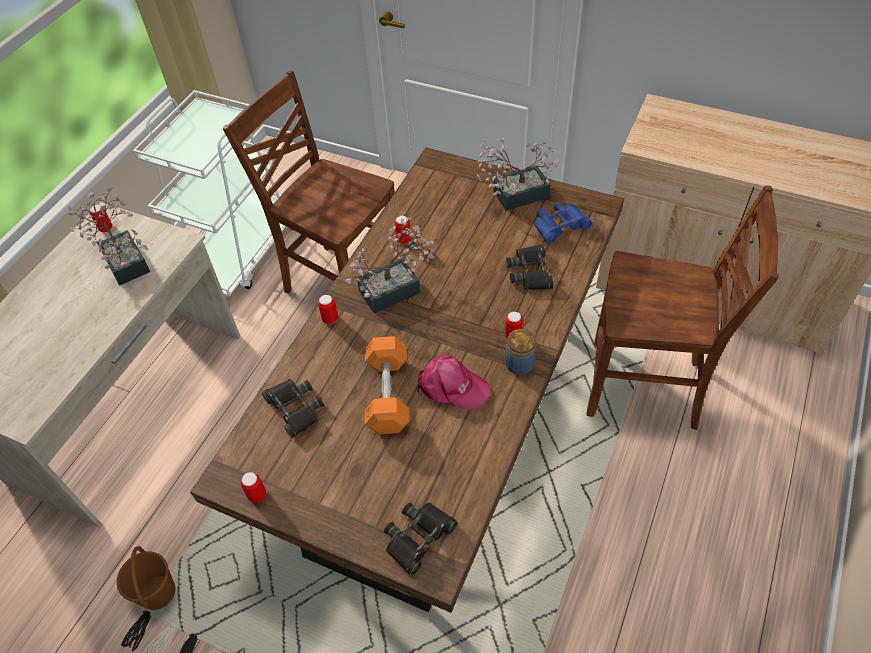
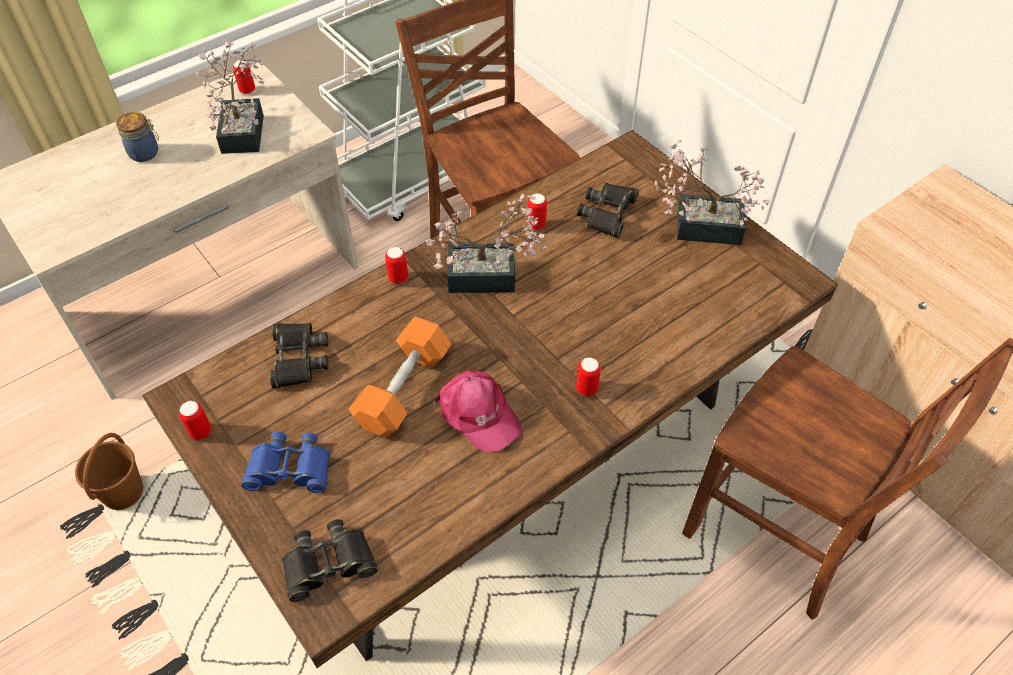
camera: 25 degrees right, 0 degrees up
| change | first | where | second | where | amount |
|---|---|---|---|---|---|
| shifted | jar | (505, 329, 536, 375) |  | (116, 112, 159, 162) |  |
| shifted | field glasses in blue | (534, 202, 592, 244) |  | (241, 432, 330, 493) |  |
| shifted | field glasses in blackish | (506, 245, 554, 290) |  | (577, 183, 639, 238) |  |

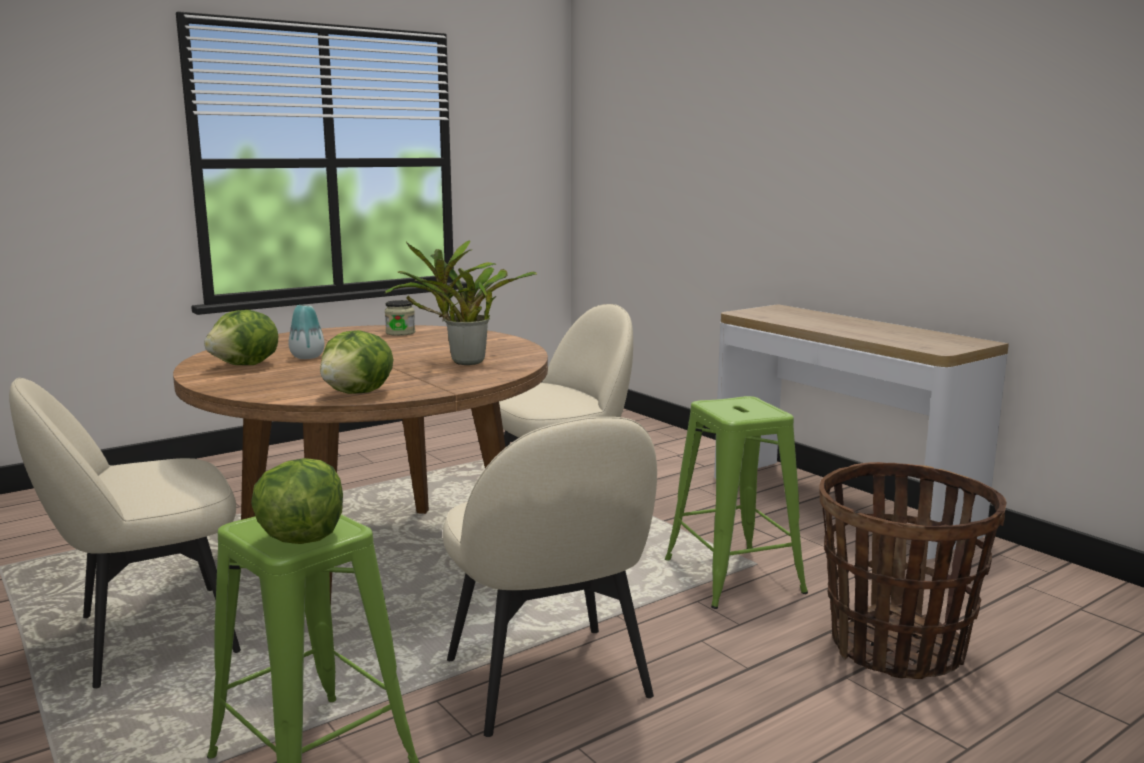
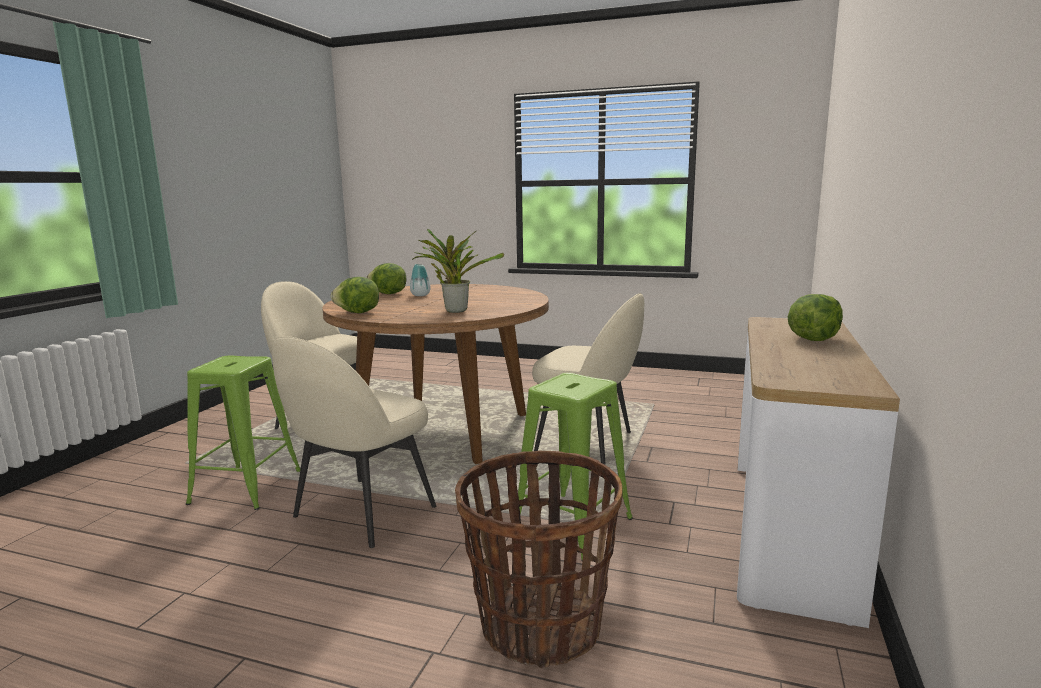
camera: 55 degrees right, 0 degrees up
| change | first | where | second | where | amount |
|---|---|---|---|---|---|
| shifted | lettuce head | (251, 458, 343, 544) |  | (788, 294, 843, 341) |  |
| gone | jar | (385, 300, 415, 336) |  |  |  |

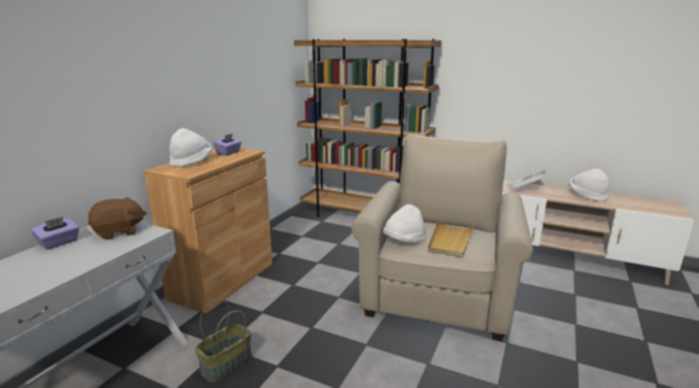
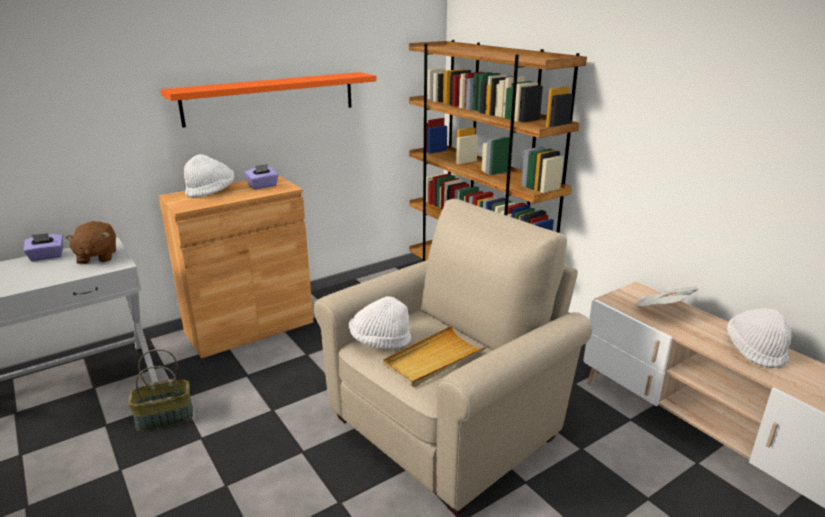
camera: 30 degrees right, 5 degrees up
| change | first | where | second | where | amount |
|---|---|---|---|---|---|
| rotated | soft toy in brown | (88, 197, 146, 240) |  | (65, 221, 116, 264) | 75 degrees clockwise |
| new |  |  | bracket shelf in orange | (161, 72, 377, 128) |  |

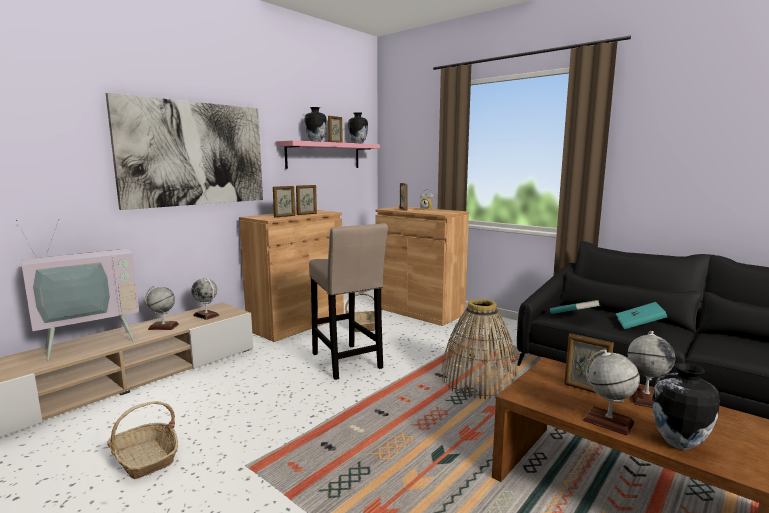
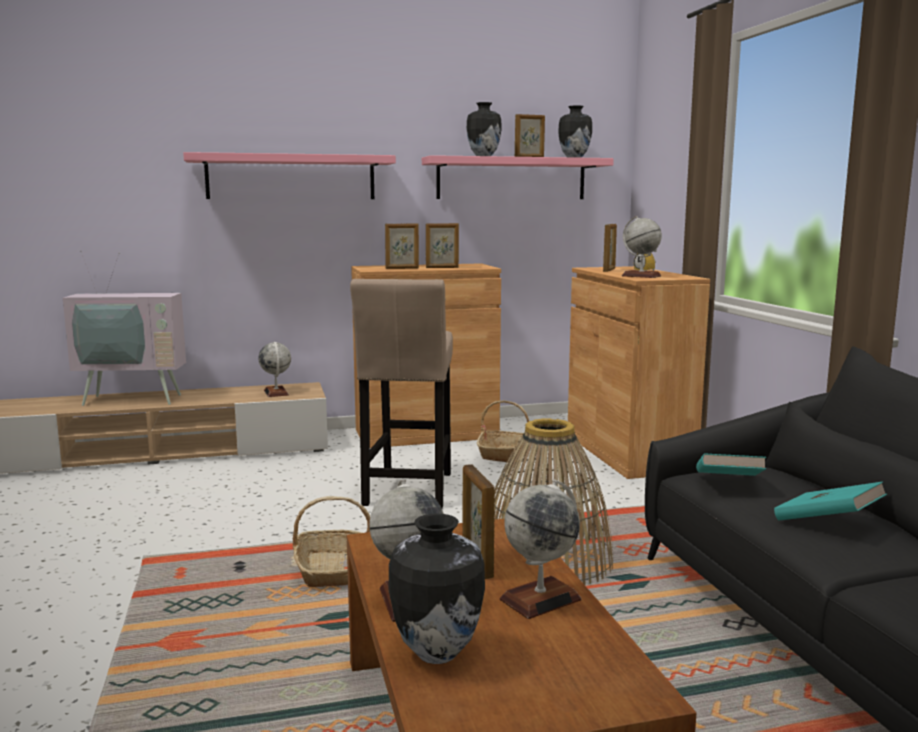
camera: 35 degrees right, 0 degrees up
| change | first | where | second | where | amount |
|---|---|---|---|---|---|
| swapped | wall art | (106, 93, 263, 210) | bracket shelf in pink | (183, 152, 396, 199) |  |
| shifted | storage basket | (107, 401, 178, 479) |  | (293, 496, 370, 587) |  |
| shifted | world globe | (145, 286, 179, 330) |  | (622, 216, 662, 278) |  |

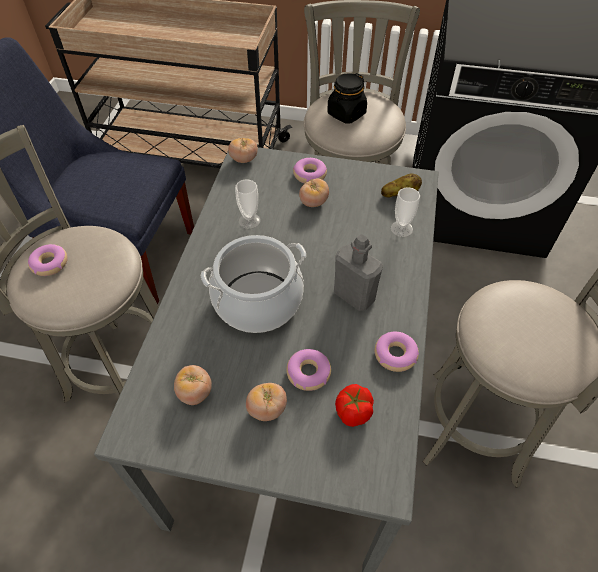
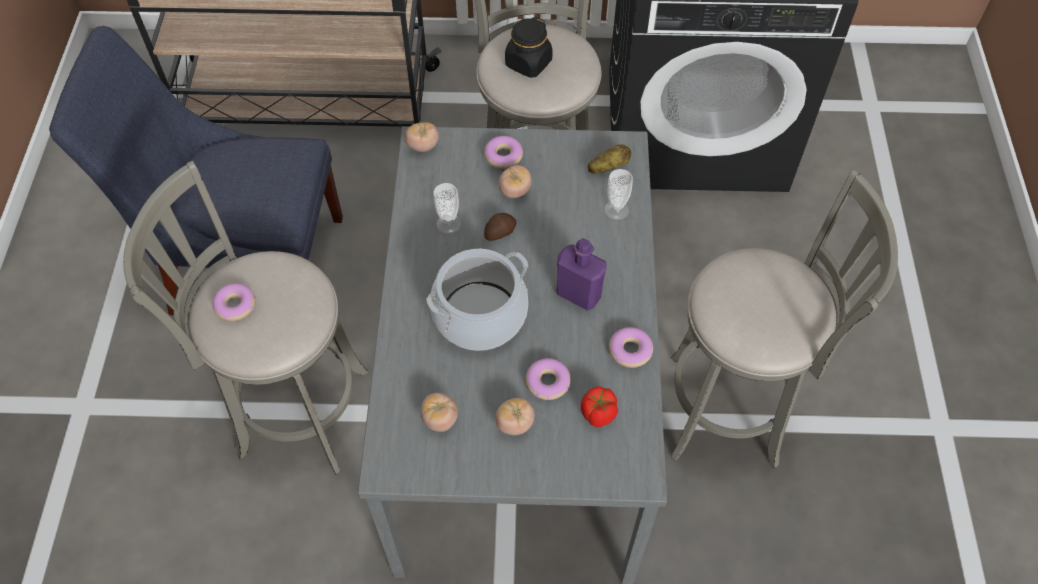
camera: 10 degrees left, 5 degrees up
| change | first | where | second | where | amount |
|---|---|---|---|---|---|
| new |  |  | spud | (484, 213, 516, 241) |  |
| repainted | bottle in greyish | (334, 234, 383, 311) | bottle in purple-coloured | (557, 238, 607, 311) |  |

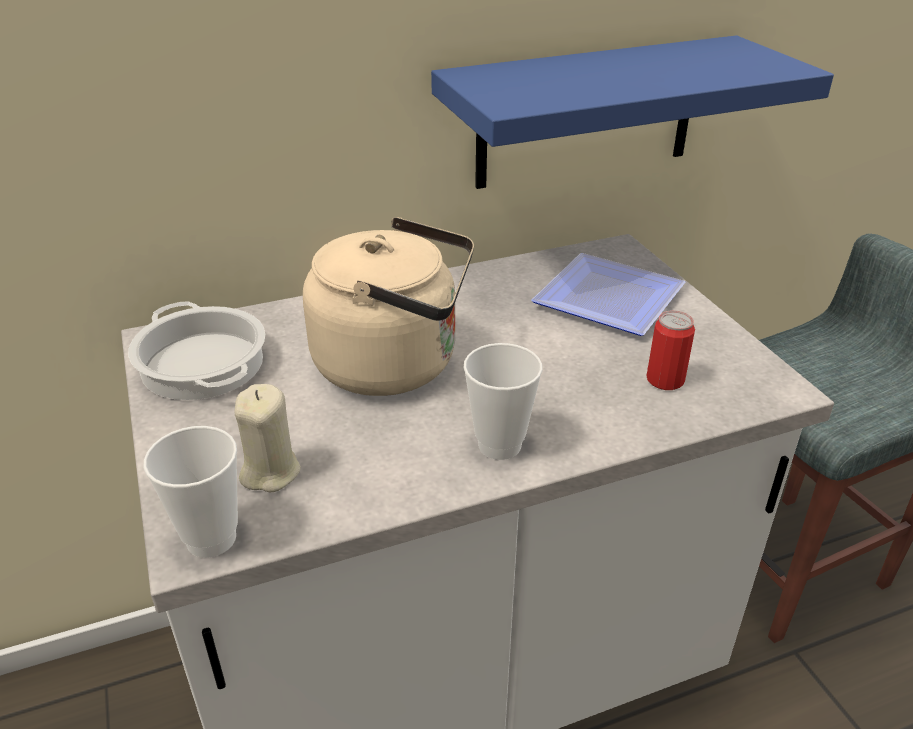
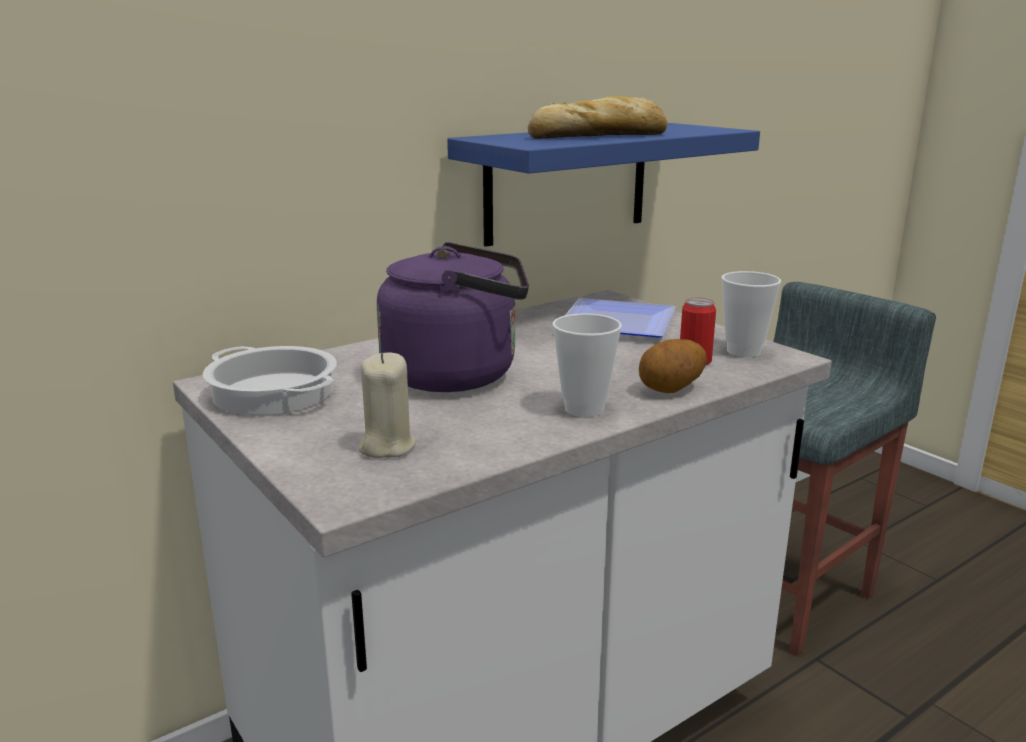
camera: 15 degrees left, 15 degrees down
| change | first | where | second | where | amount |
|---|---|---|---|---|---|
| repainted | kettle in beige | (303, 217, 474, 396) | kettle in purple-coloured | (377, 242, 529, 392) |  |
| new |  |  | bakery bread | (528, 96, 667, 139) |  |
| new |  |  | spud | (639, 339, 707, 393) |  |
| shifted | small cup | (144, 426, 238, 558) |  | (722, 271, 781, 357) |  |

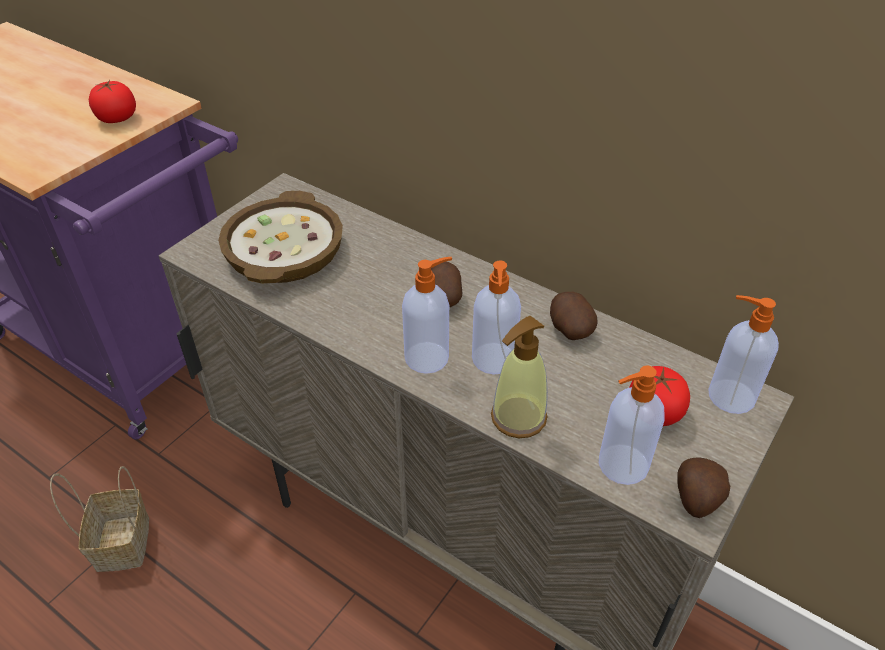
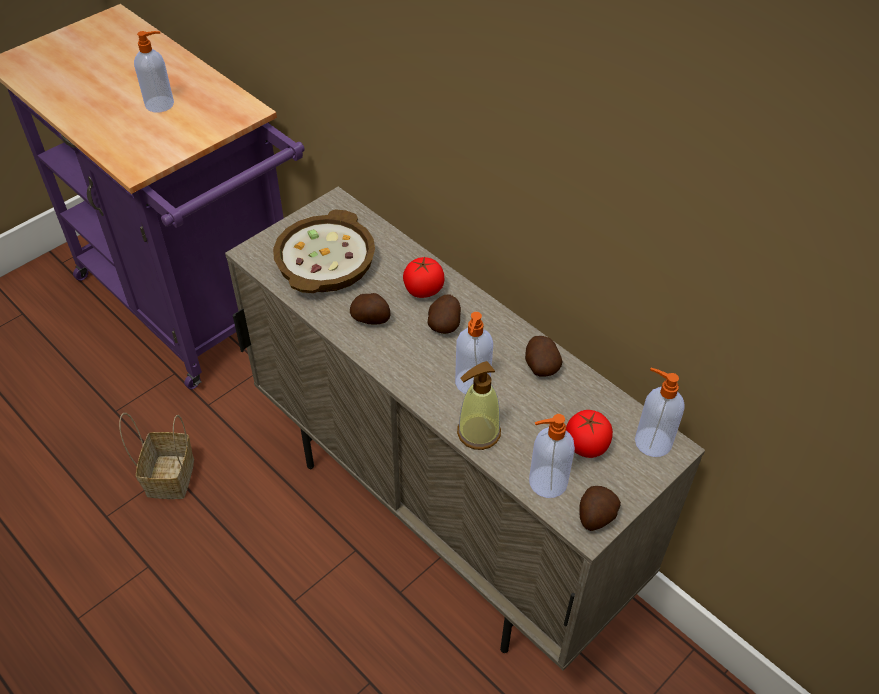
camera: 10 degrees right, 5 degrees up
| change | first | where | second | where | amount |
|---|---|---|---|---|---|
| shifted | liquid soap bottle | (402, 257, 452, 374) |  | (134, 31, 174, 112) |  |
| new |  |  | spud | (350, 293, 391, 324) |  |
| shifted | tomato | (89, 80, 136, 123) |  | (403, 256, 444, 298) |  |

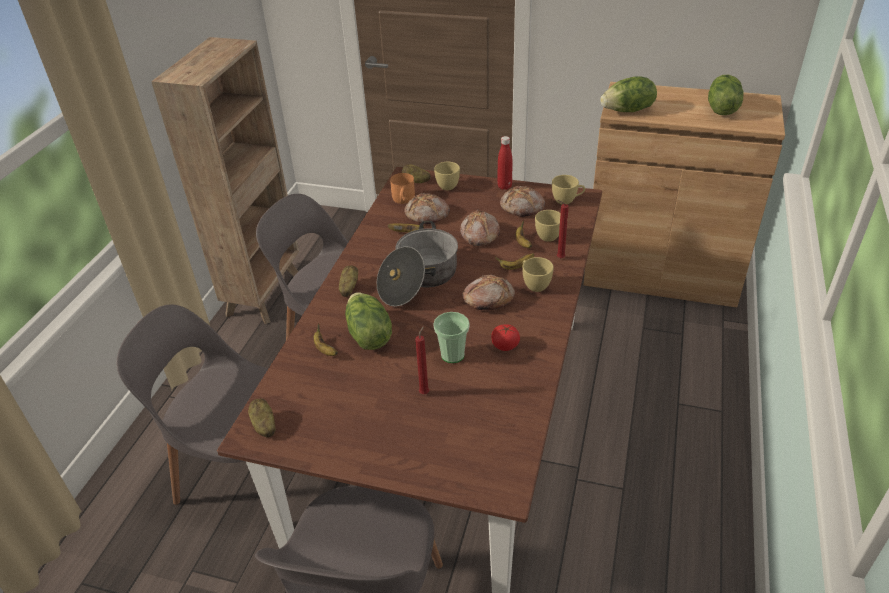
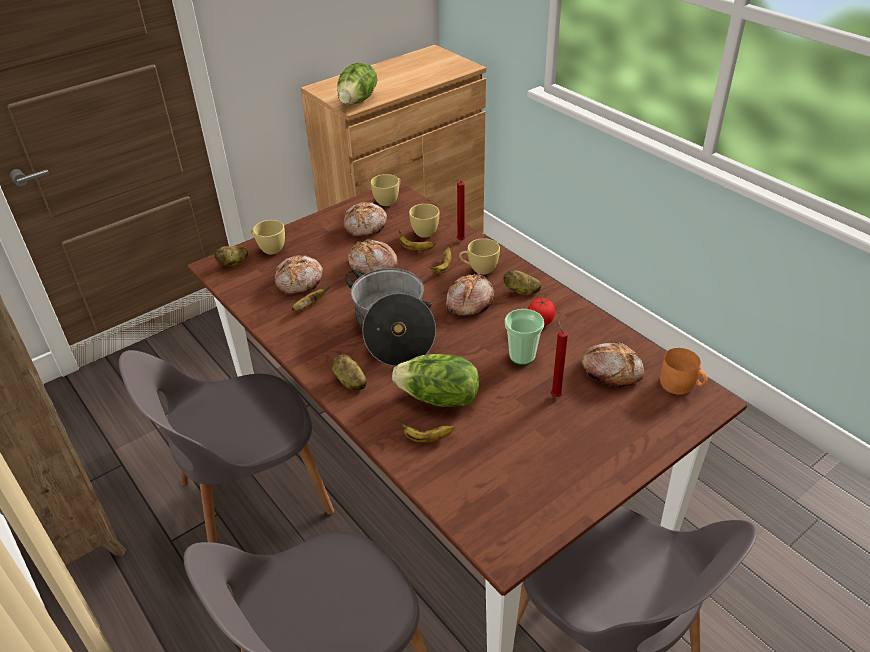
camera: 55 degrees left, 0 degrees up
| change | first | where | second | where | amount |
|---|---|---|---|---|---|
| shifted | spud | (248, 398, 276, 437) |  | (503, 270, 541, 295) |  |
| new |  |  | bakery bread | (582, 342, 644, 387) |  |
| shifted | coffee mug in orange | (390, 173, 415, 204) |  | (660, 348, 708, 395) |  |
| gone | bottle in reddish | (497, 136, 513, 190) |  |  |  |
| gone | lettuce head | (708, 75, 744, 115) |  |  |  |

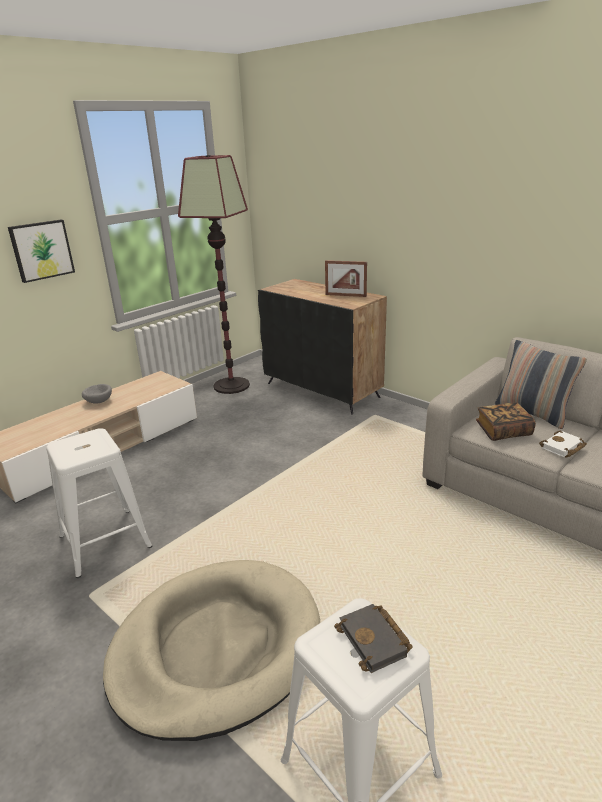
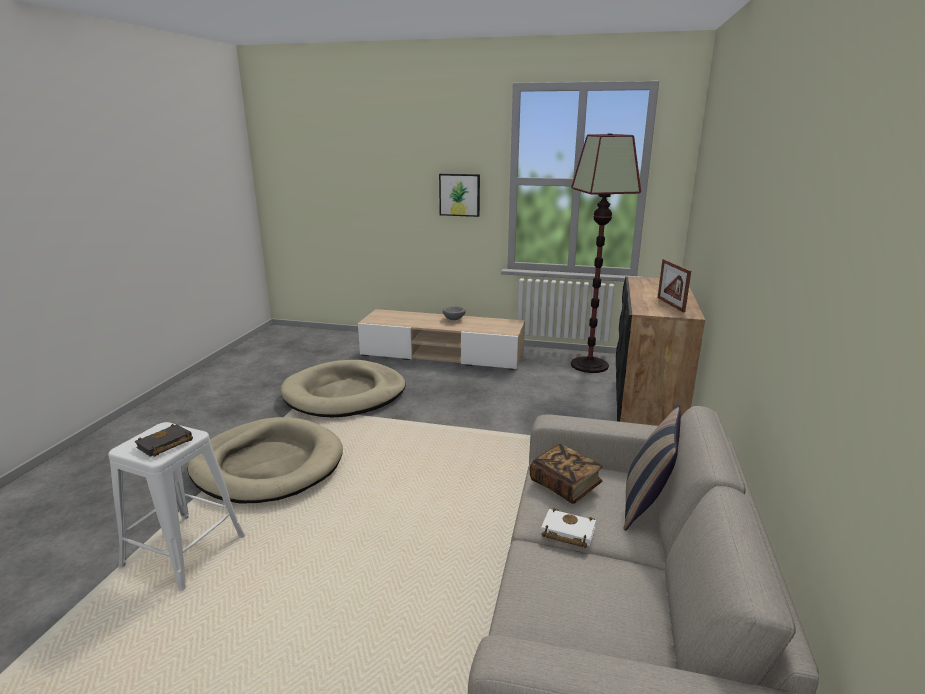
camera: 60 degrees right, 5 degrees down
| change | first | where | second | where | amount |
|---|---|---|---|---|---|
| swapped | sitting stool in white-coloured | (46, 428, 152, 578) | pet bed in beige | (280, 360, 406, 417) |  |

